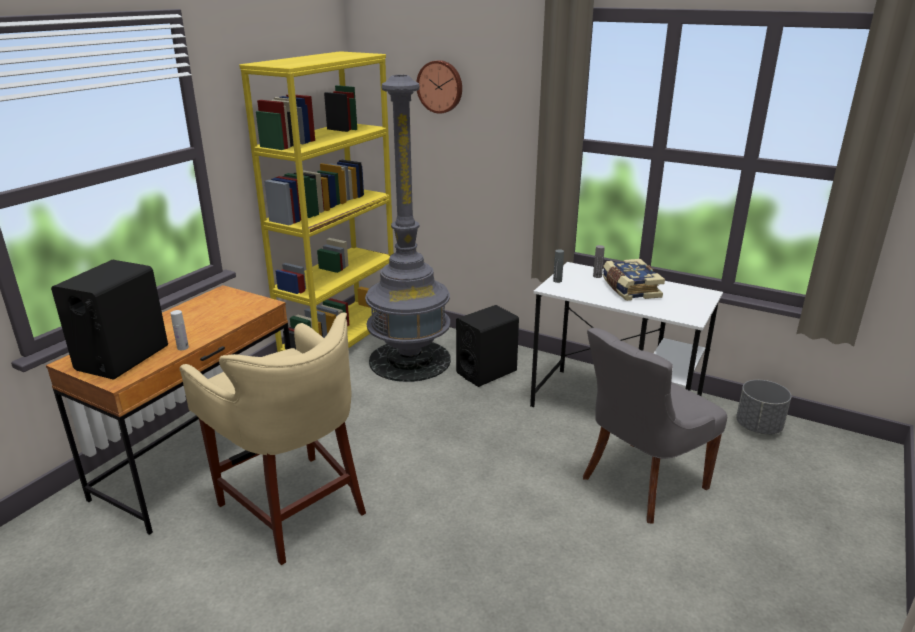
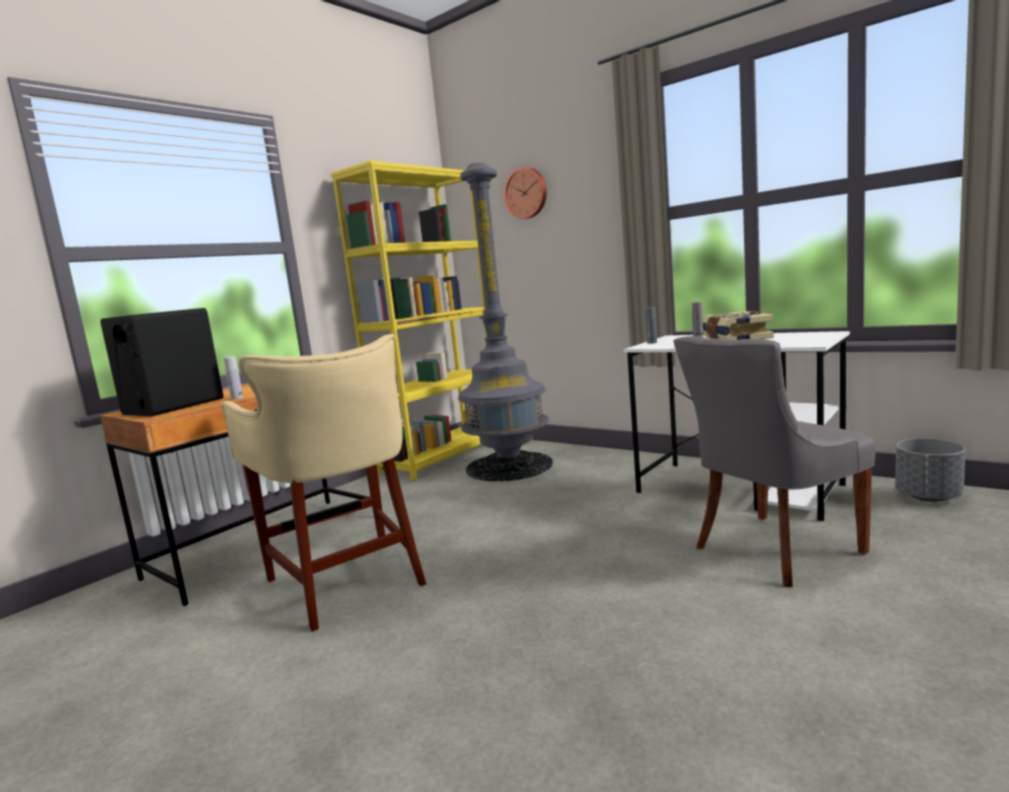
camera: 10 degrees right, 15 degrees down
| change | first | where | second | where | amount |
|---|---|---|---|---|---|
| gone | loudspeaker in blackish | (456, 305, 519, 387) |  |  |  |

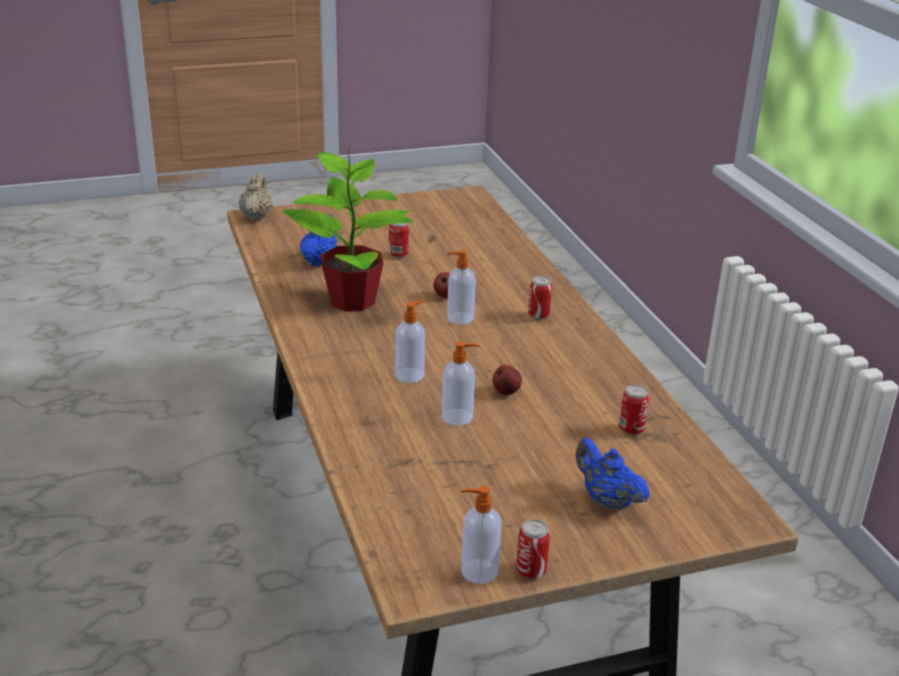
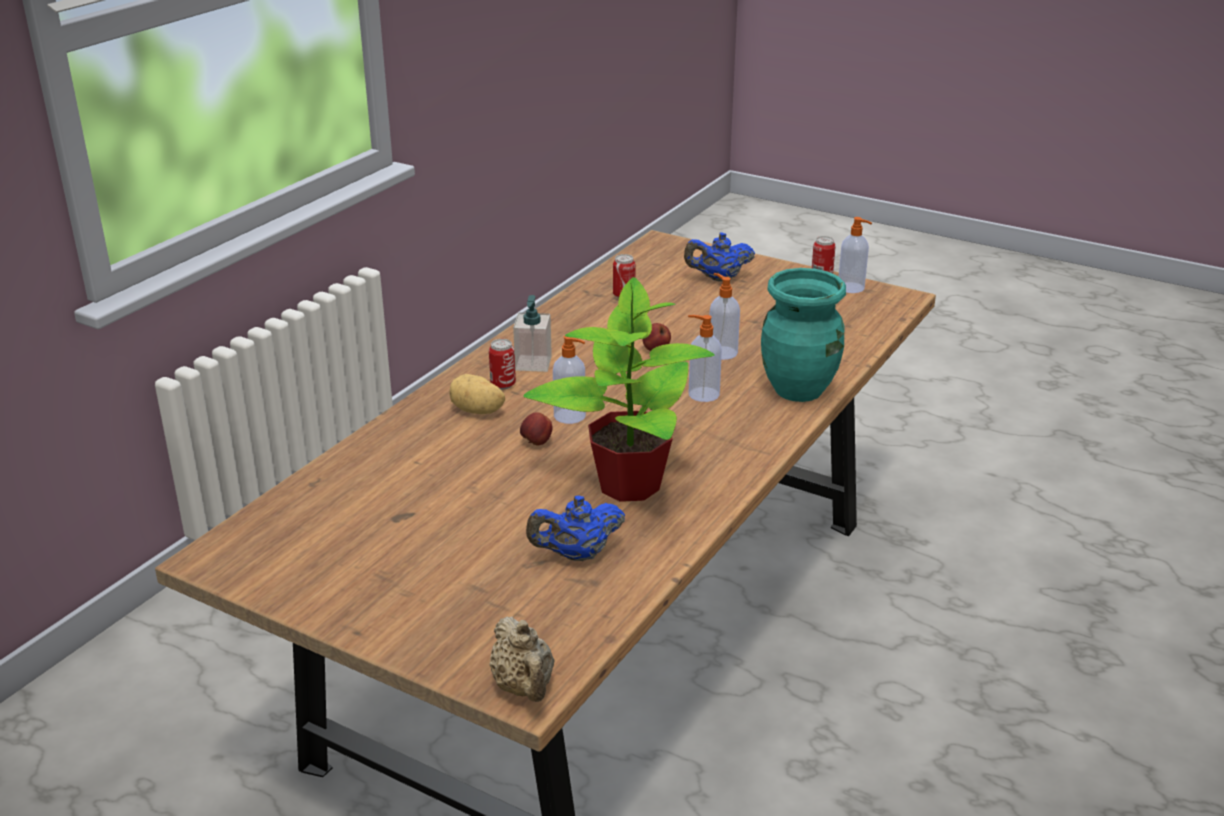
camera: 130 degrees left, 0 degrees up
| change | first | where | second | where | amount |
|---|---|---|---|---|---|
| new |  |  | spud | (450, 374, 505, 414) |  |
| rotated | pot for tea in beige | (239, 173, 273, 221) |  | (489, 617, 554, 702) | 75 degrees counterclockwise |
| new |  |  | liquid soap bottle | (513, 295, 552, 372) |  |
| rotated | pot for tea in blue | (575, 438, 650, 510) |  | (684, 232, 755, 282) | 75 degrees clockwise |
| new |  |  | flower vase in blue-green | (761, 268, 846, 402) |  |
| gone | can | (389, 223, 409, 258) |  |  |  |

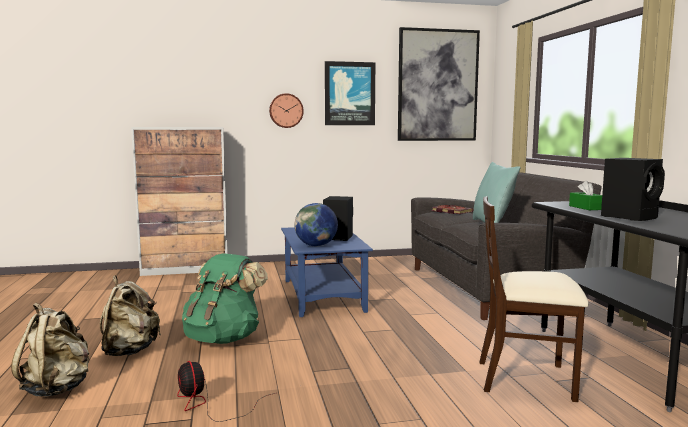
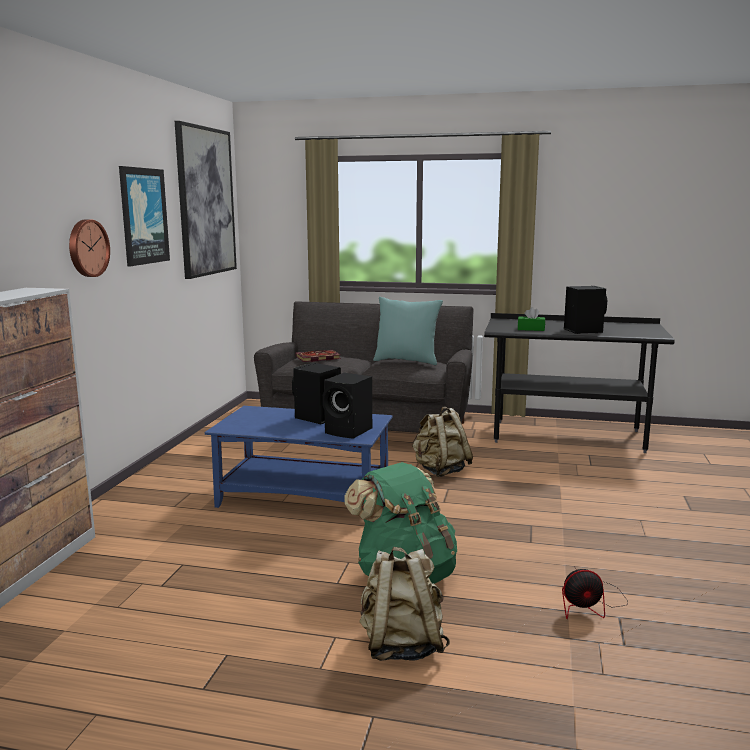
camera: 65 degrees left, 5 degrees up
| change | first | where | second | where | amount |
|---|---|---|---|---|---|
| swapped | world globe | (294, 203, 338, 246) | loudspeaker in blackish | (323, 373, 372, 439) |  |
| shifted | backpack in beige | (11, 302, 89, 397) |  | (412, 407, 473, 477) |  |
| gone | chair in beige | (479, 196, 589, 402) |  |  |  |

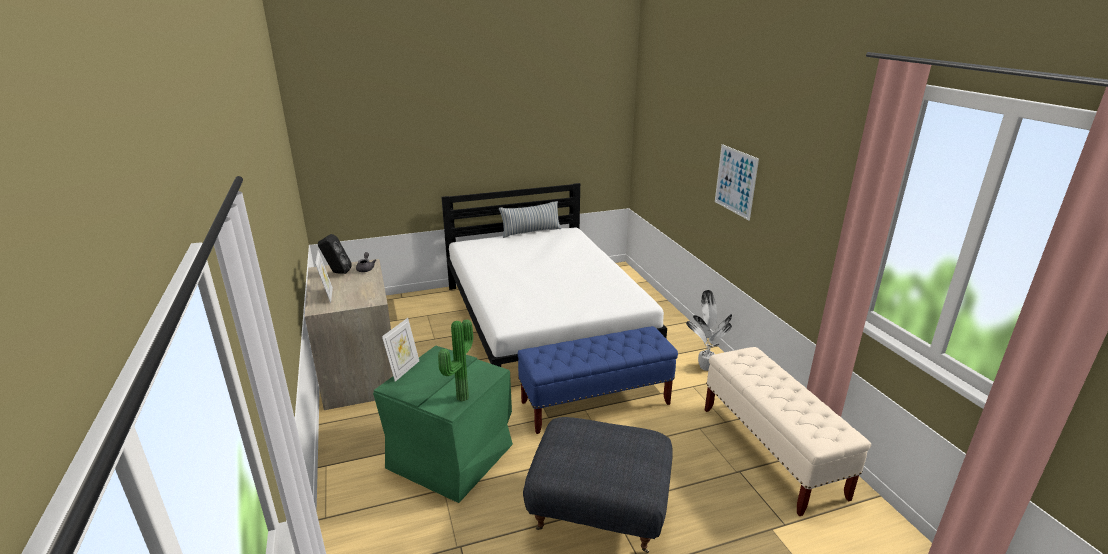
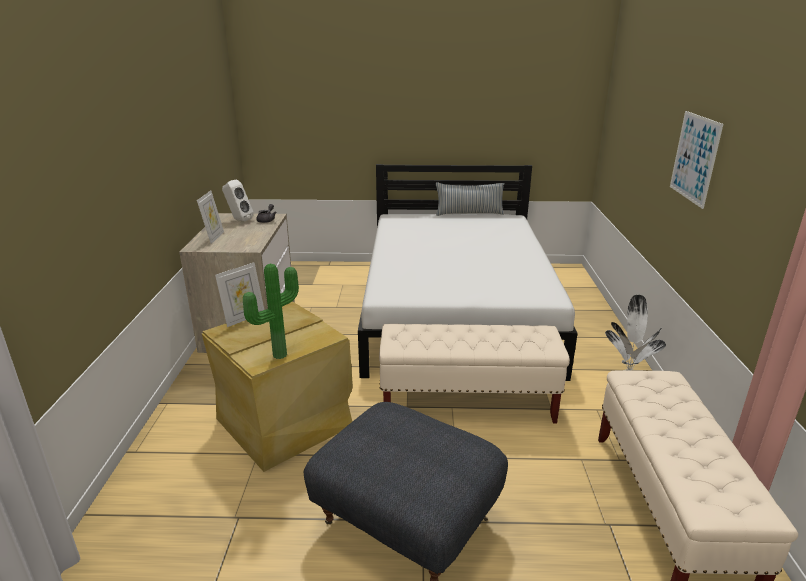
camera: 20 degrees right, 0 degrees up
| change | first | where | second | where | amount |
|---|---|---|---|---|---|
| repainted | storage box in greenish | (373, 346, 513, 503) | storage box in beige | (202, 301, 353, 472) |  |
| repainted | loudspeaker in blackish | (318, 234, 352, 274) | loudspeaker in white-coloured | (222, 180, 254, 222) |  |
| repainted | bench in blue | (518, 326, 678, 434) | bench in beige | (379, 324, 570, 424) |  |

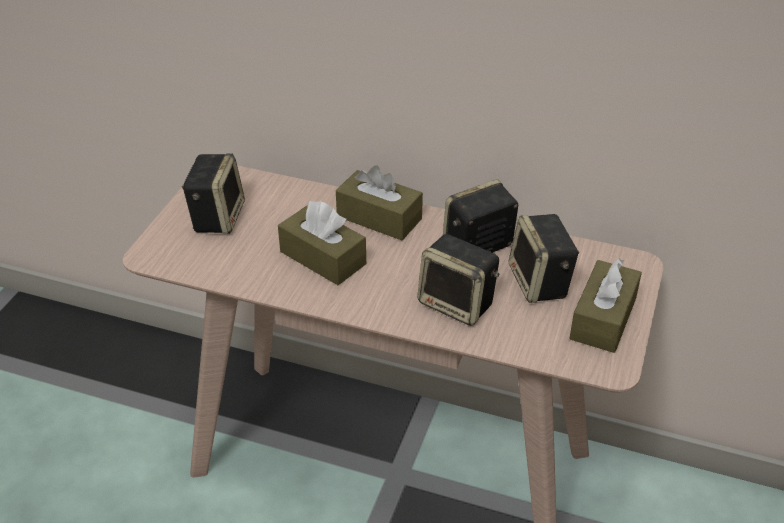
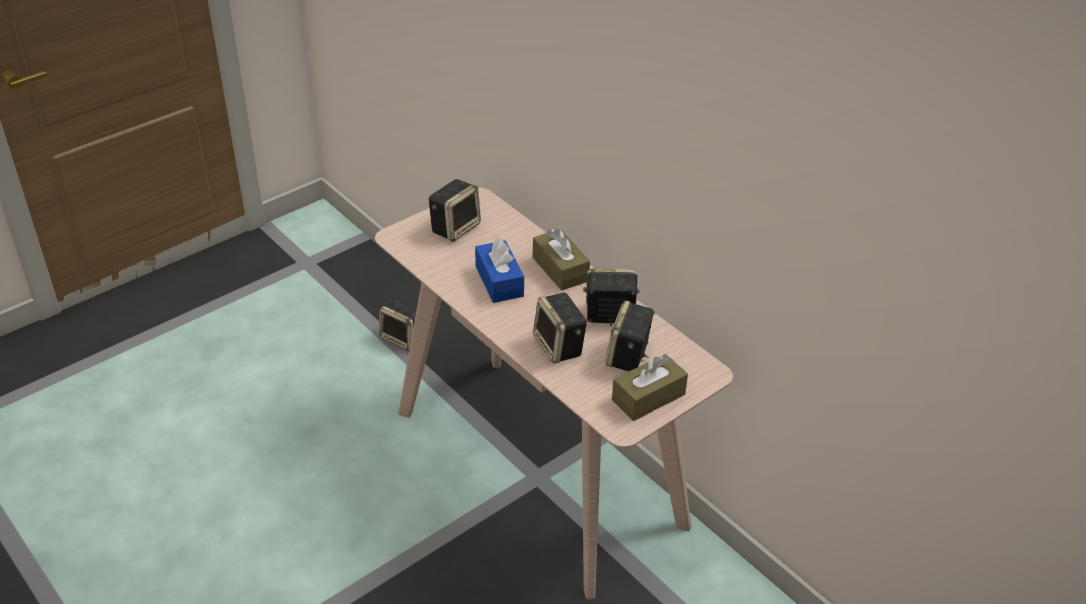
camera: 30 degrees right, 0 degrees up
| change | first | where | second | where | amount |
|---|---|---|---|---|---|
| new |  |  | loudspeaker | (380, 298, 417, 351) |  |
| repainted | box of tissues in brown | (278, 201, 366, 285) | box of tissues in blue | (475, 237, 524, 303) |  |

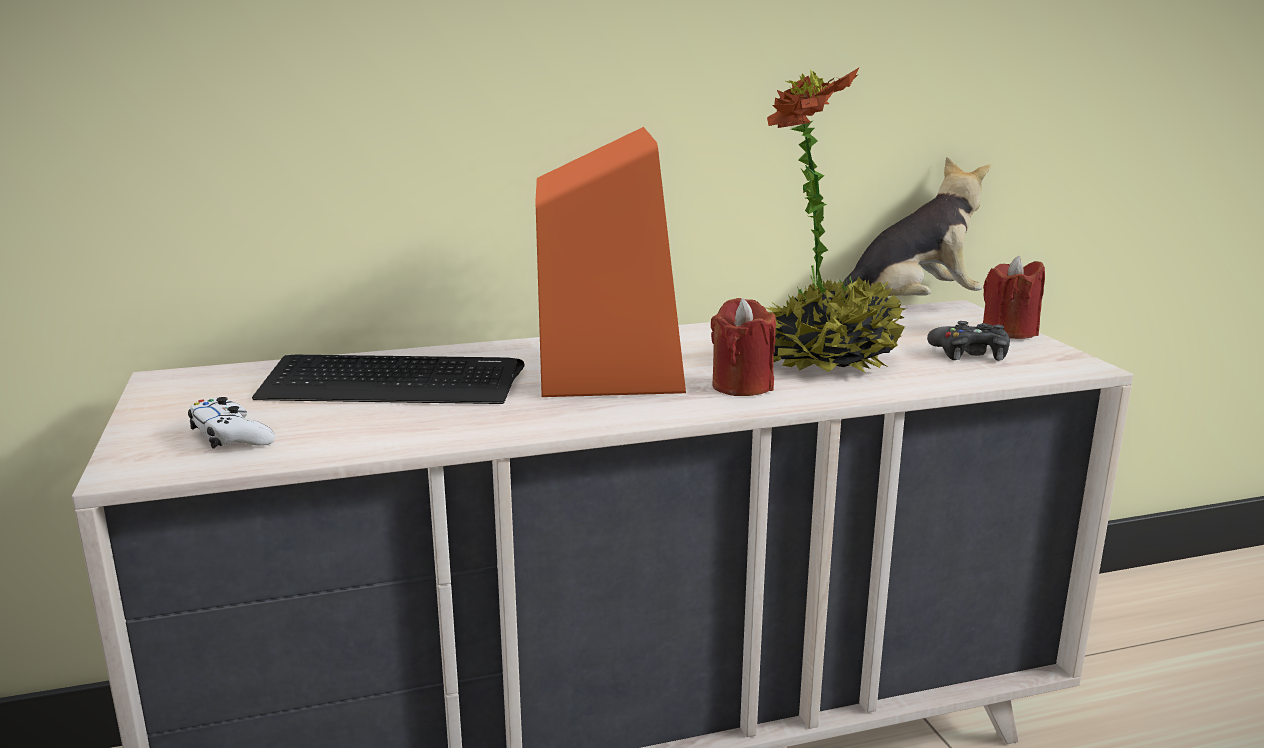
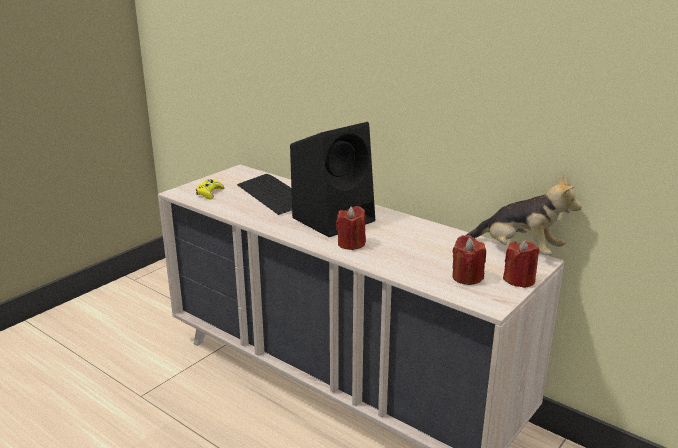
camera: 55 degrees right, 5 degrees up
| change | first | where | second | where | amount |
|---|---|---|---|---|---|
| repainted | game controller in white-coloured | (188, 397, 275, 449) | game controller in yellowish | (196, 179, 224, 200) |  |
| repainted | loudspeaker in orange | (536, 127, 686, 397) | loudspeaker in blackish | (290, 122, 375, 237) |  |
| swapped | game controller in blackish | (927, 321, 1010, 361) | wax candle in reddish | (452, 235, 486, 285) |  |
| gone | houseplant | (765, 67, 906, 373) |  |  |  |

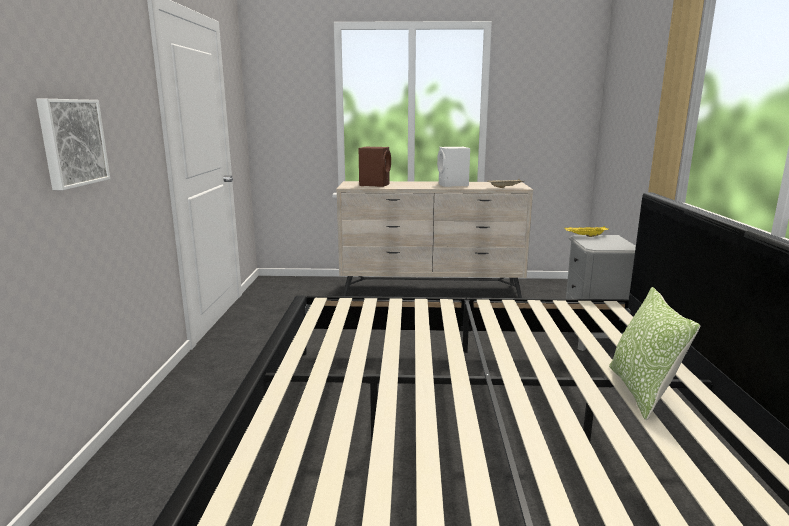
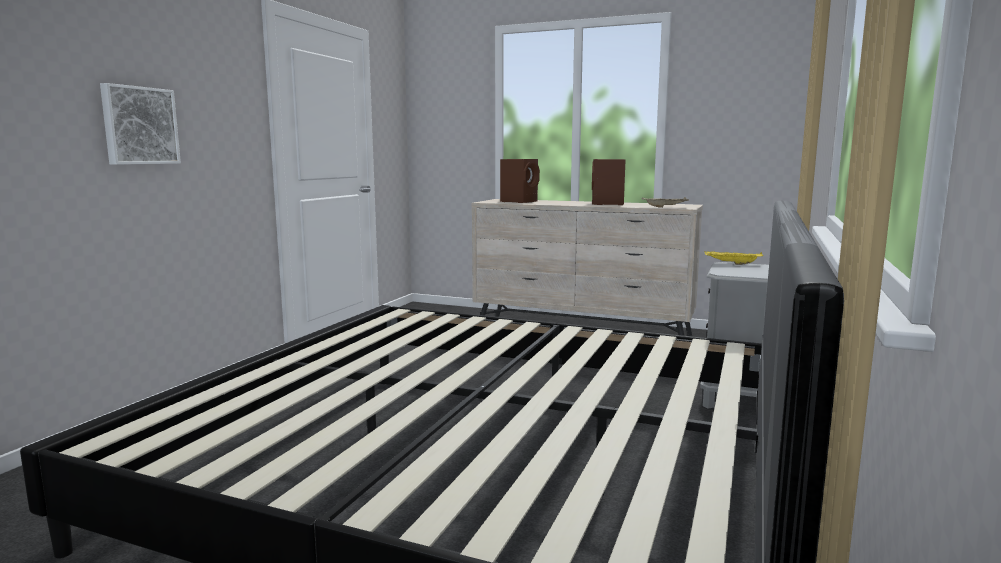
camera: 20 degrees right, 5 degrees down
| change | first | where | second | where | amount |
|---|---|---|---|---|---|
| repainted | loudspeaker in white-coloured | (437, 147, 470, 187) | loudspeaker in brown | (592, 159, 625, 205) |  |
| gone | pillow | (609, 287, 700, 420) |  |  |  |

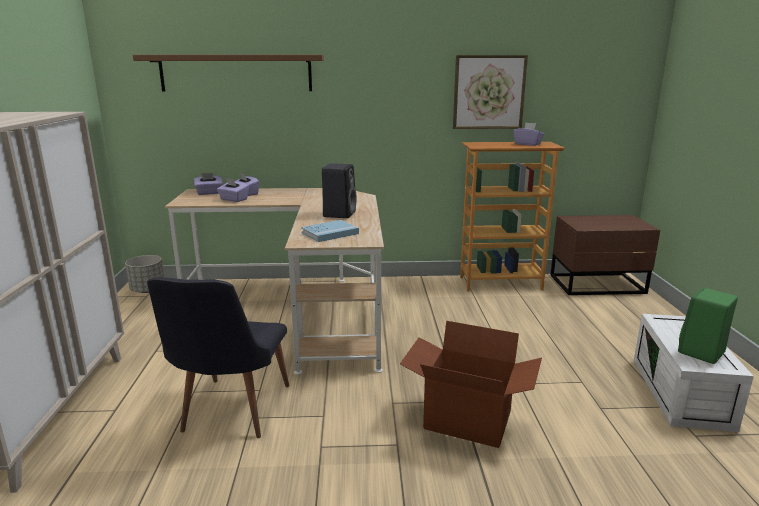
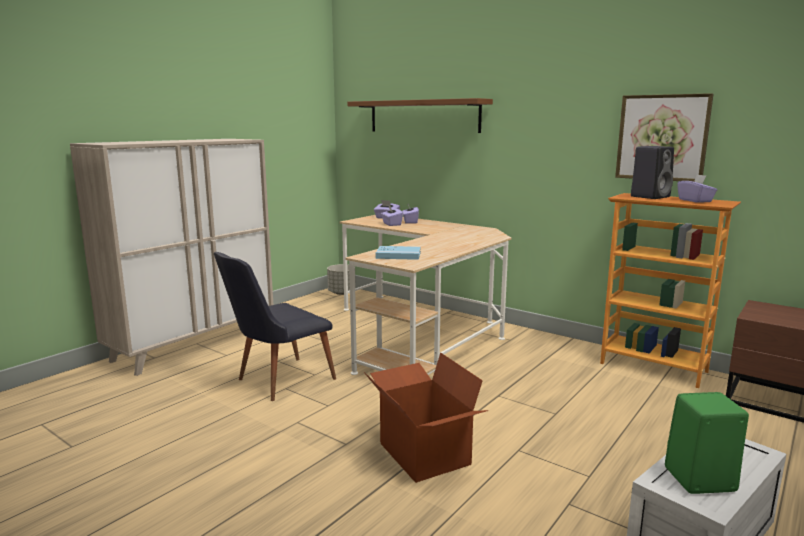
camera: 40 degrees right, 5 degrees down
| change | first | where | second | where | amount |
|---|---|---|---|---|---|
| shifted | loudspeaker in blackish | (322, 163, 357, 218) |  | (631, 146, 674, 199) |  |

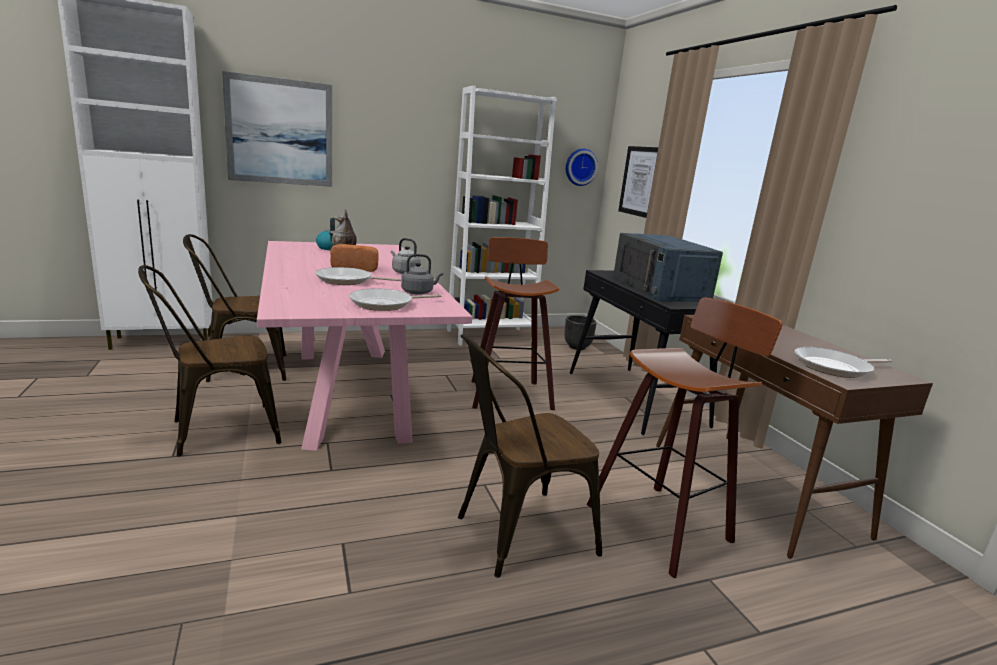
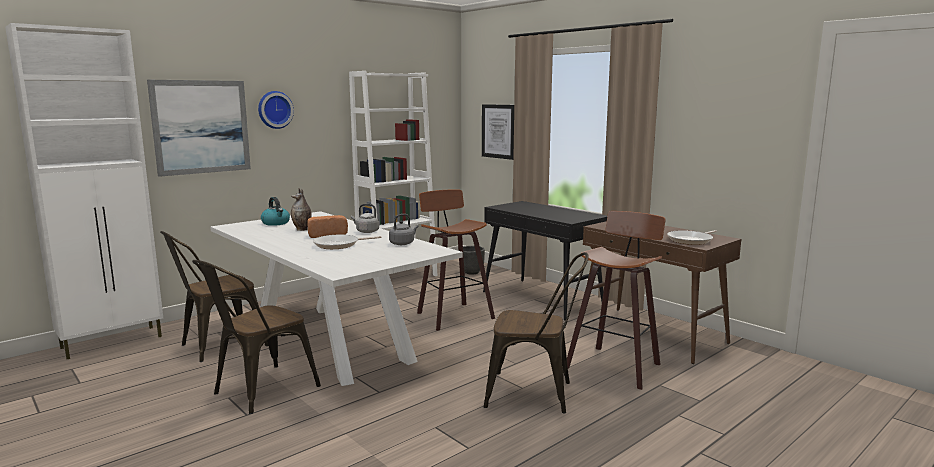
camera: 20 degrees left, 5 degrees down
| change | first | where | second | where | amount |
|---|---|---|---|---|---|
| repainted | dining table in pink | (257, 241, 472, 451) | dining table in white-coloured | (210, 211, 463, 386) |  |
| shifted | hanging clock | (566, 149, 598, 186) |  | (258, 91, 294, 129) |  |
| rotated | chair in brown | (458, 334, 602, 578) |  | (484, 252, 589, 413) | 120 degrees counterclockwise |
| gone | frying pan | (349, 288, 442, 311) |  |  |  |
| gone | microwave in blue | (613, 233, 723, 302) |  |  |  |

